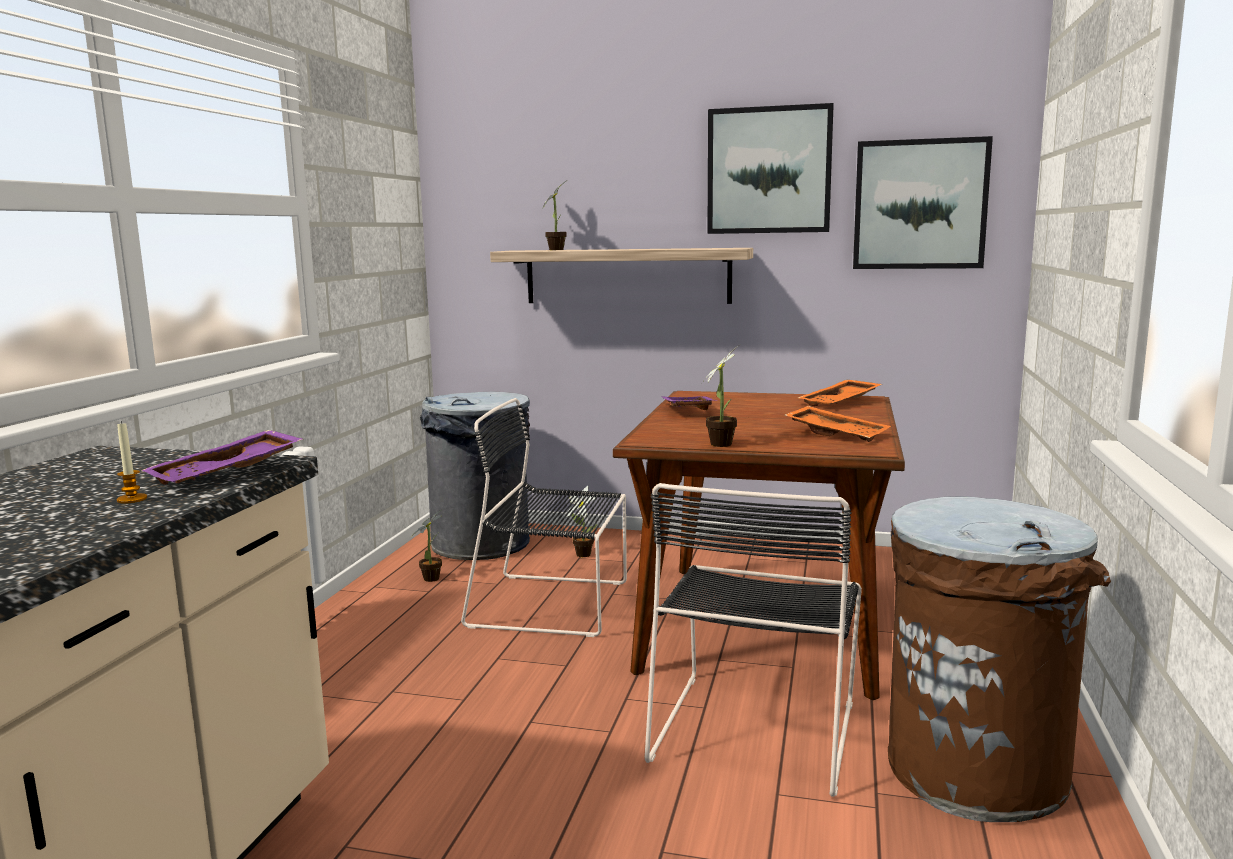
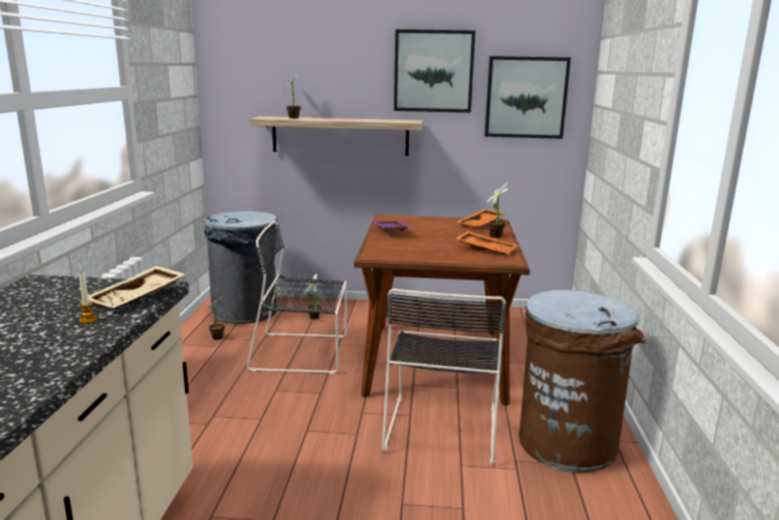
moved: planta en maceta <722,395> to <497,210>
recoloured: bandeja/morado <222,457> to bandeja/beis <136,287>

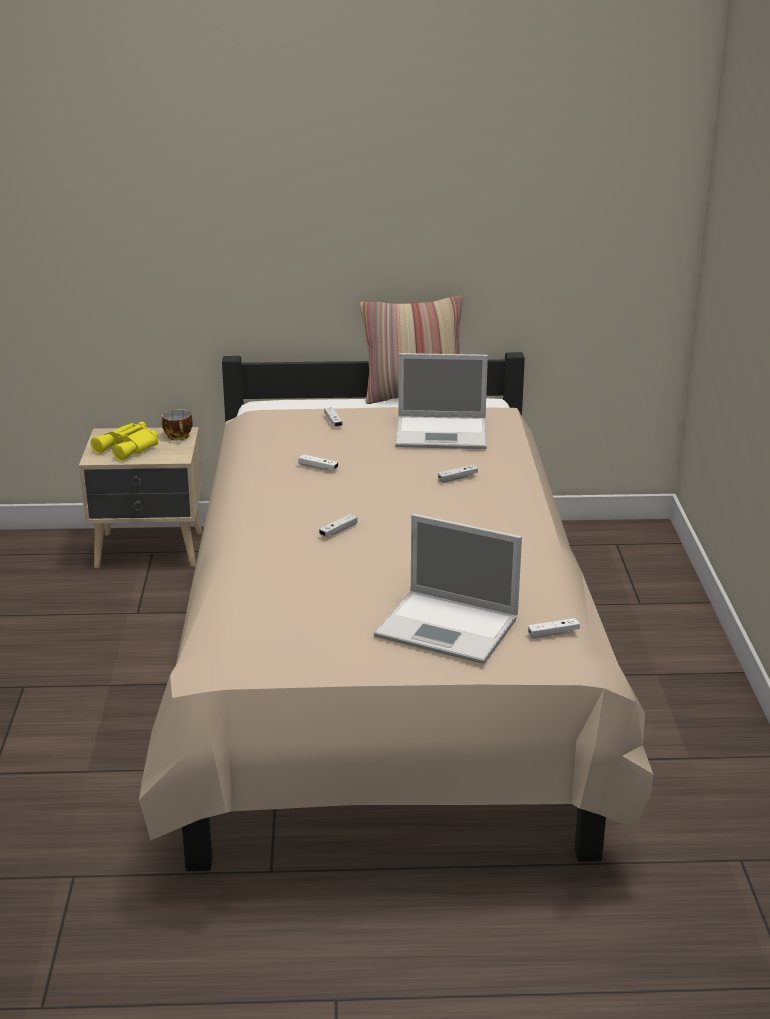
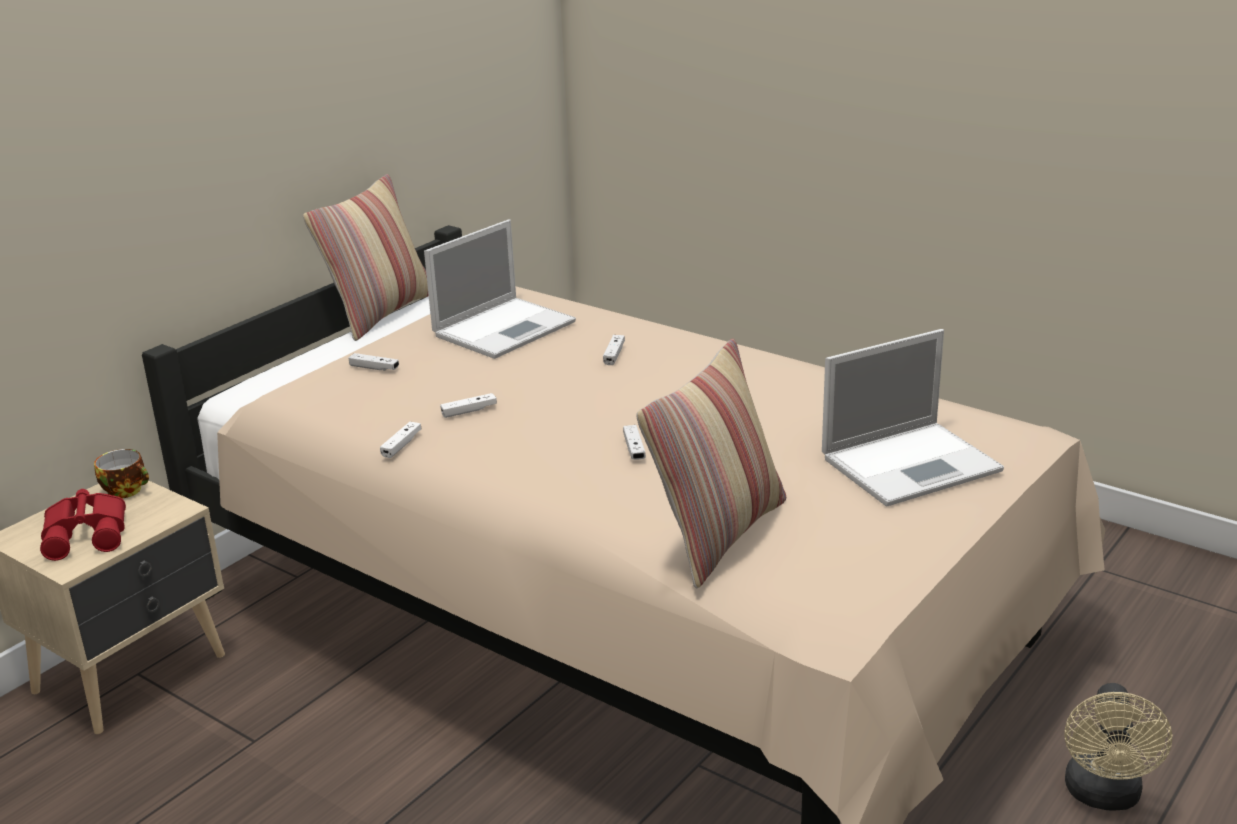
added: cojín <711,464>; ventilador/beis <1118,747>
moved: mando de consola/blanco <554,628> to <400,440>
recoloured: prismáticos/amarillo <124,441> to prismáticos/rojo <83,525>

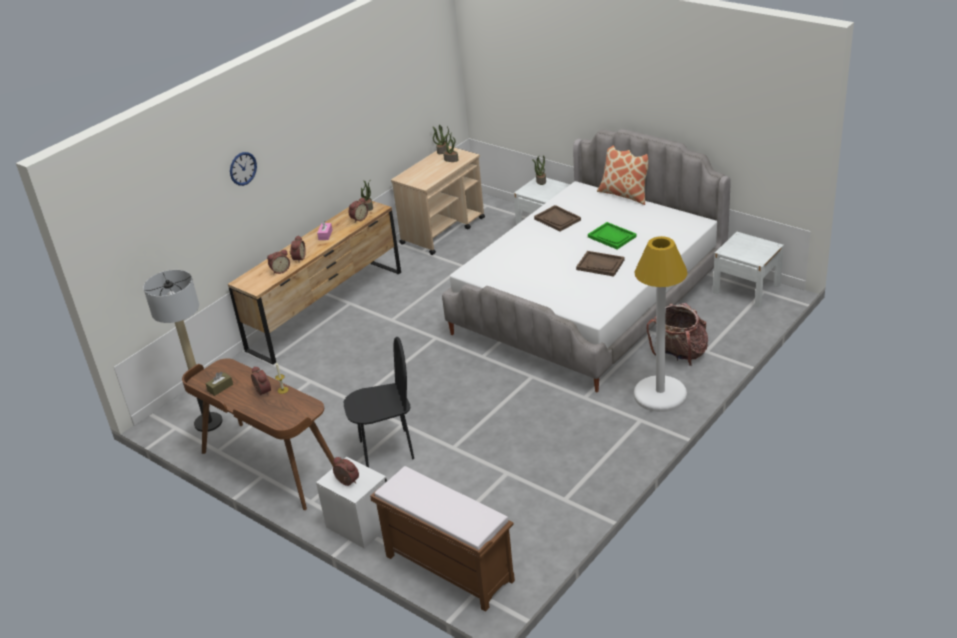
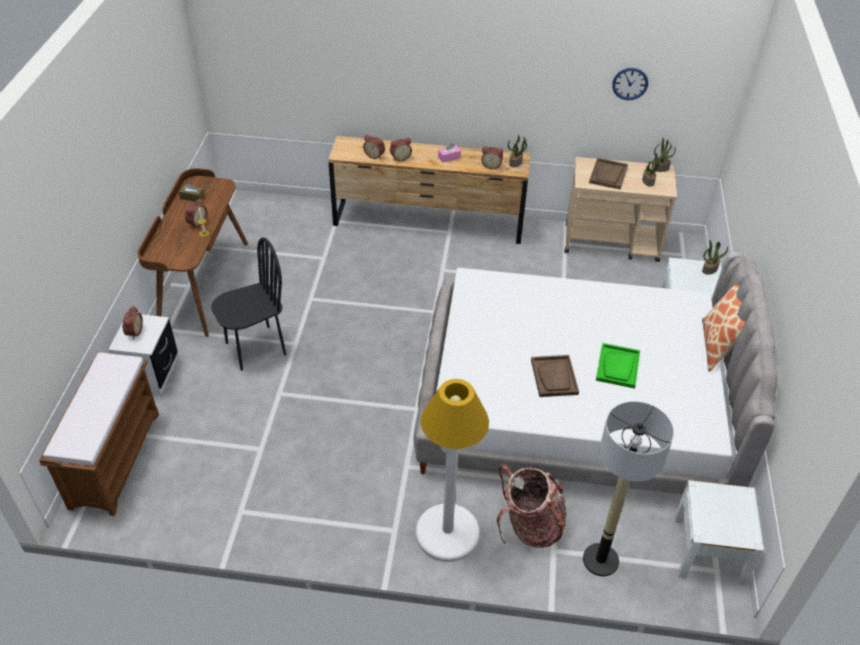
moved: lámpara de pie <183,351> to <628,488>; reloj de pared <243,169> to <630,84>; bandeja/marrón <557,218> to <608,173>
turned: silla/negro <379,402> = <248,304> 75 degrees counterclockwise

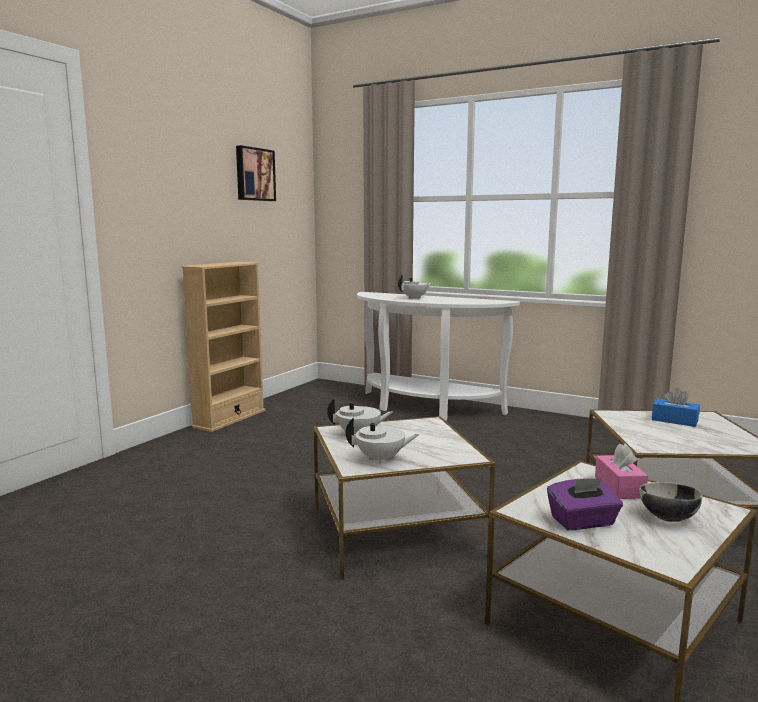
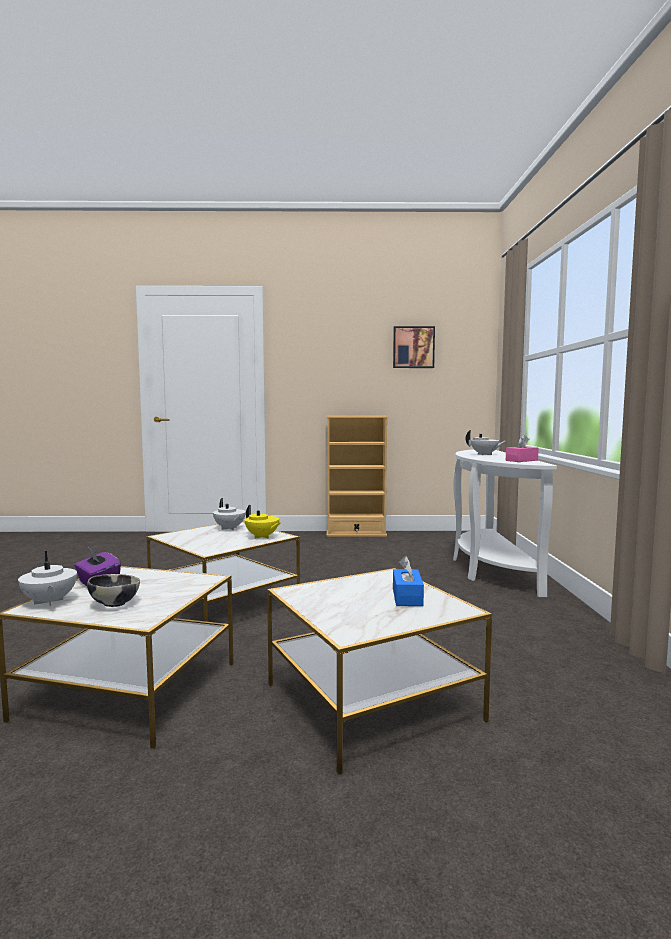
added: tetera/amarillo <262,522>
moved: tetera/blanco <382,440> to <47,578>; caja de pañuelos/rosa <621,471> to <522,448>

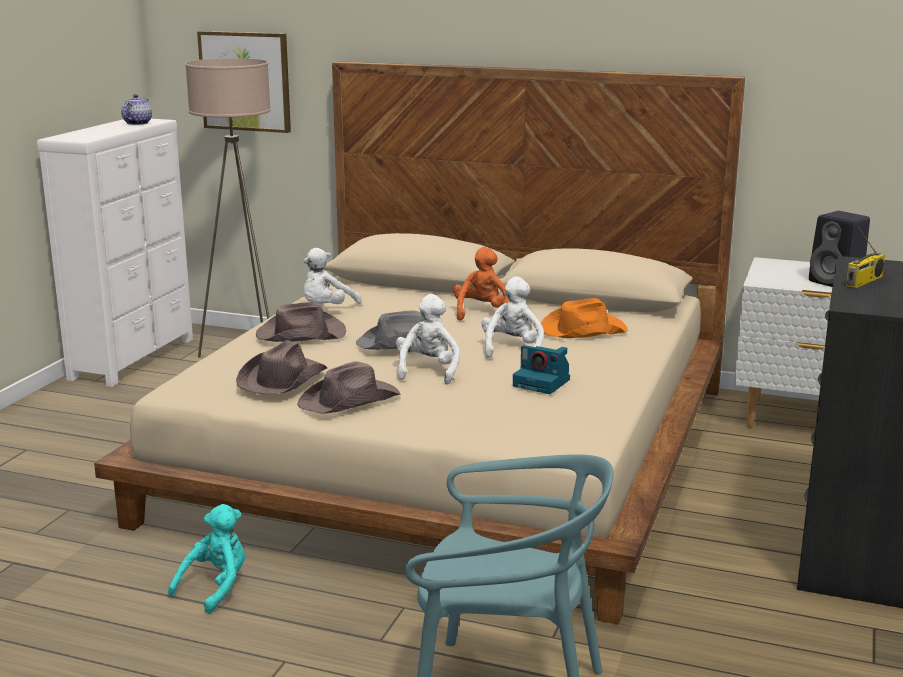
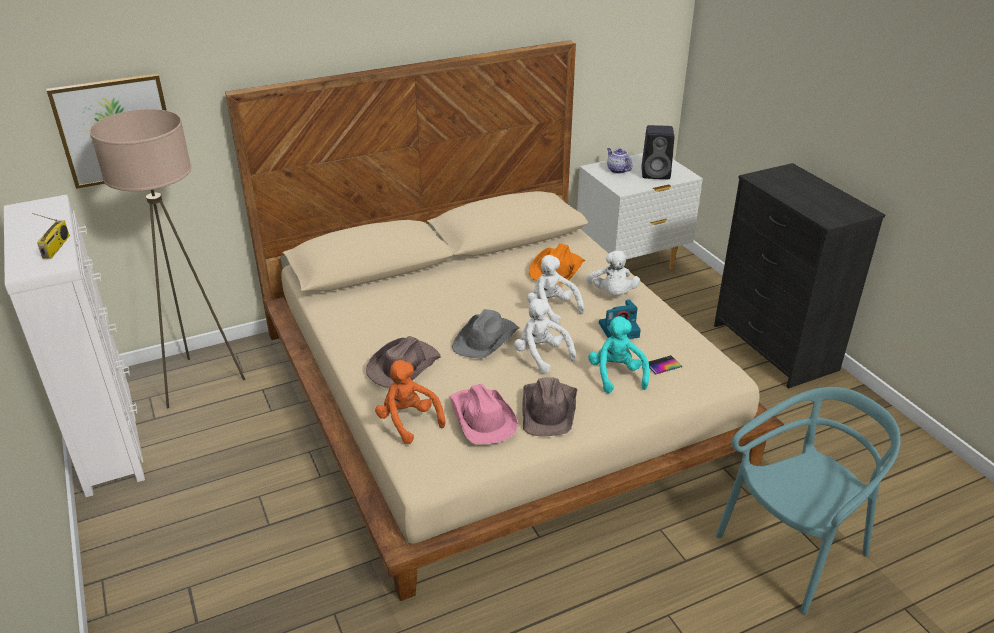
added: móvil <665,364>
moved: tetera <136,109> to <620,161>; peluche/turquesa <206,559> to <619,355>; peluche/blanco <332,276> to <613,272>; peluche/naranja <481,284> to <410,402>; radio <865,257> to <51,236>
recoloured: sombrero/marrón <281,367> to sombrero/rosa <483,414>

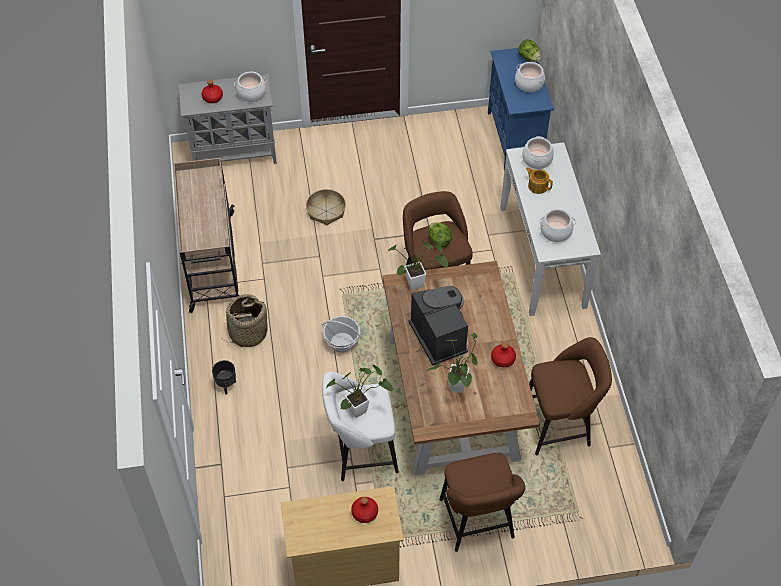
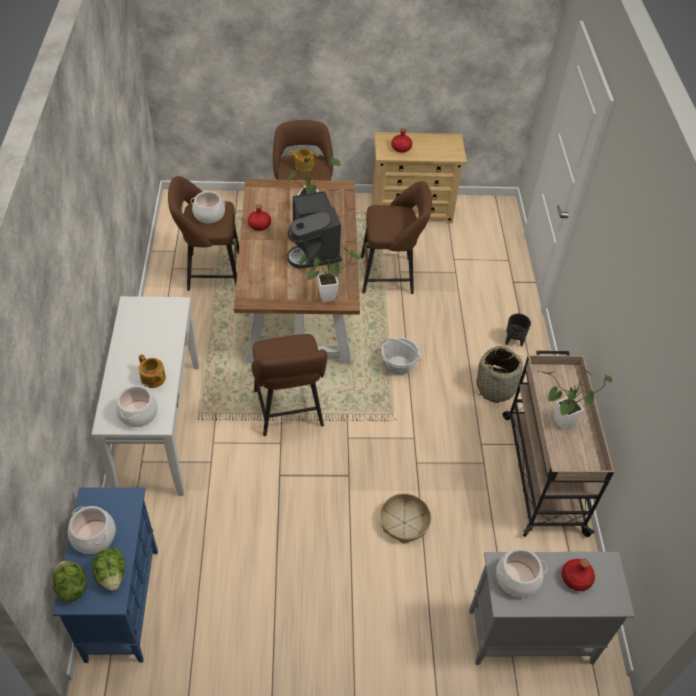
added: tetera <304,160>
moved: planta en maceta <359,391> to <574,399>; lechuga <440,235> to <108,569>; olla <558,225> to <208,207>
recoloured: taburete/blanco <360,426> to taburete/marrón <396,237>

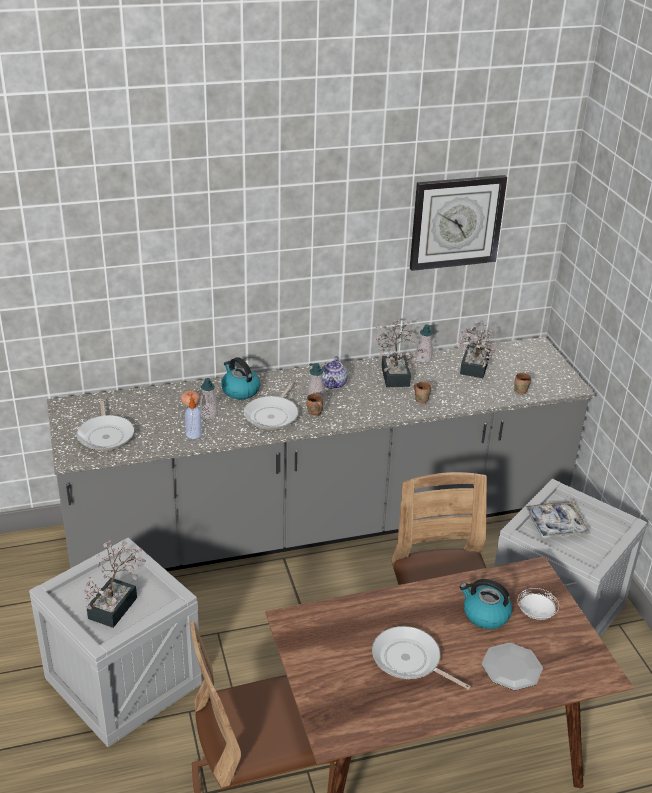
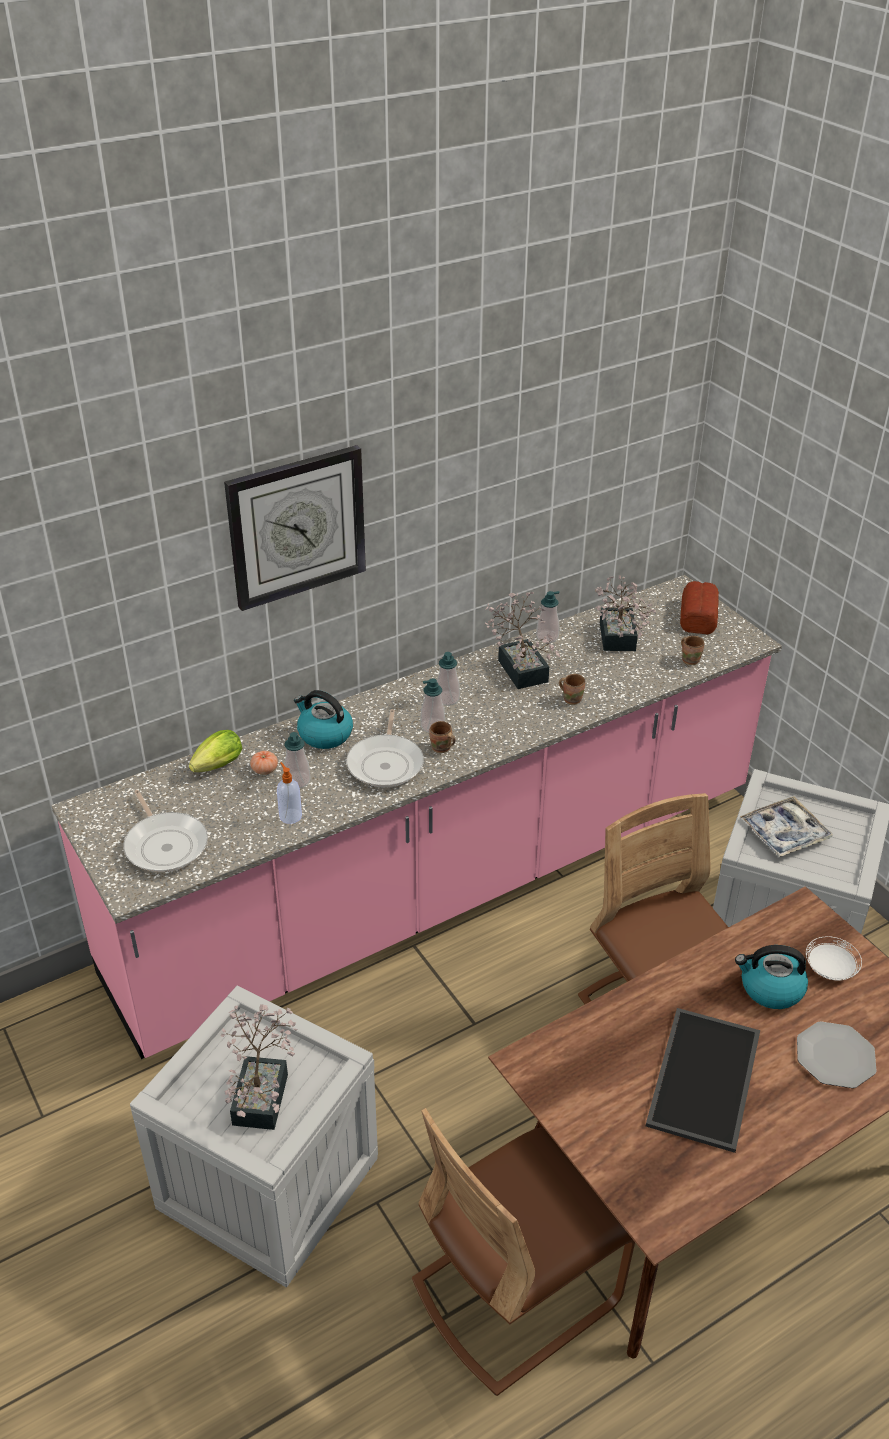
added: lechuga <215,751>; pan <699,608>
moved: reloj de pared <458,223> to <295,528>
replaced: tetera <334,372> to dispensador de jabón <448,679>; sartén <421,658> to bandeja <703,1080>
recoloured: mueble bajo de cocina/gris <321,454> to mueble bajo de cocina/rosa <416,817>

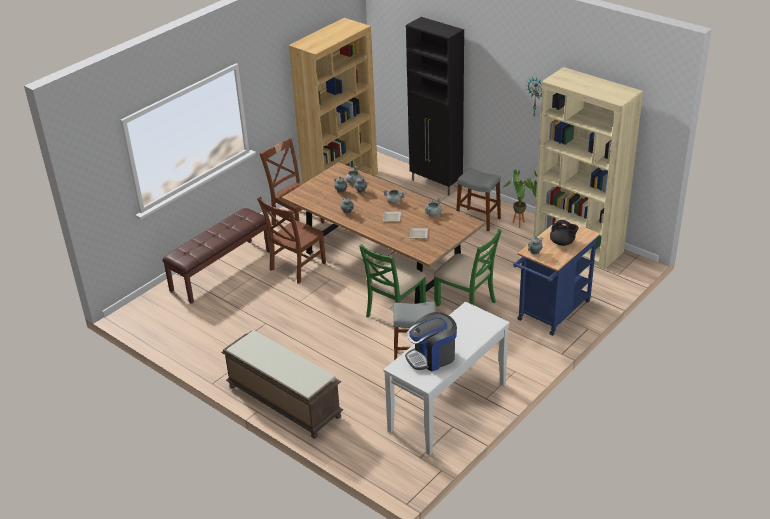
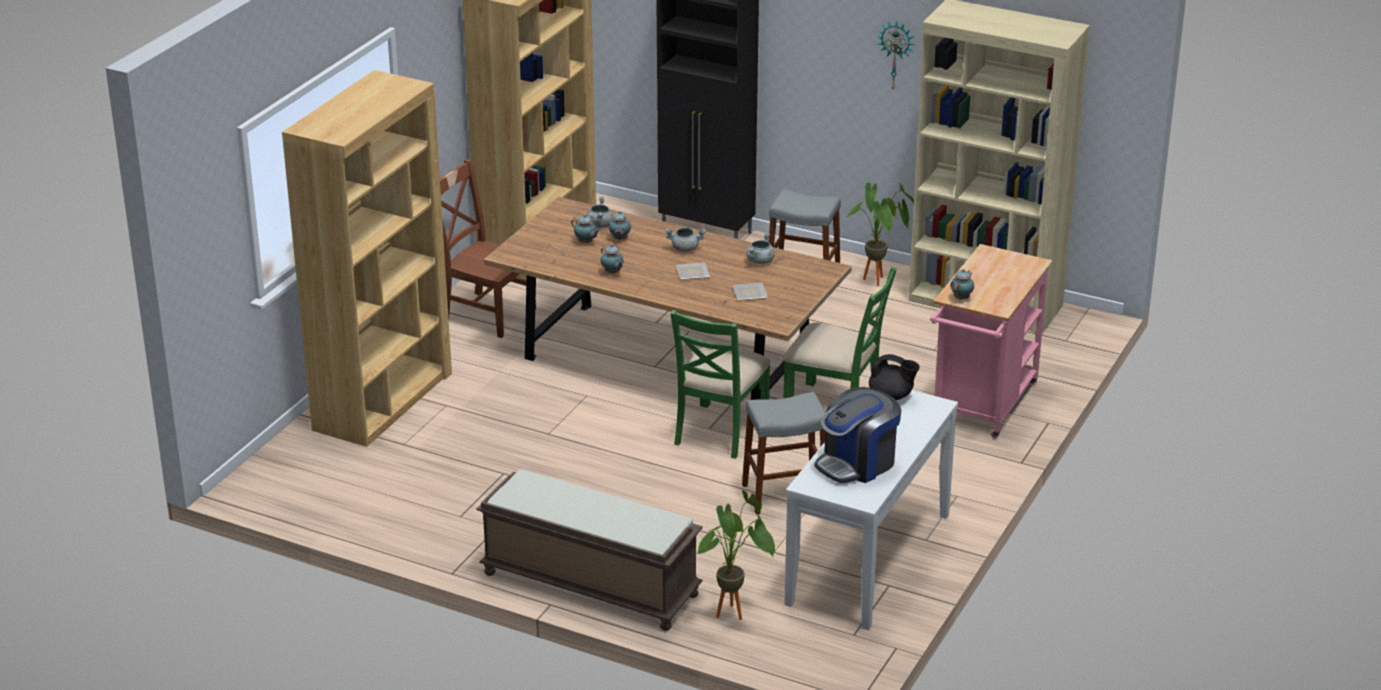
removed: silla/marrón <291,240>
added: planta en maceta <736,555>
moved: tetera/negro <564,233> to <894,377>
replaced: banco/marrón <216,256> to estantería/marrón <367,258>
recoloured: carrito/azul <556,277> to carrito/rosa <991,341>

